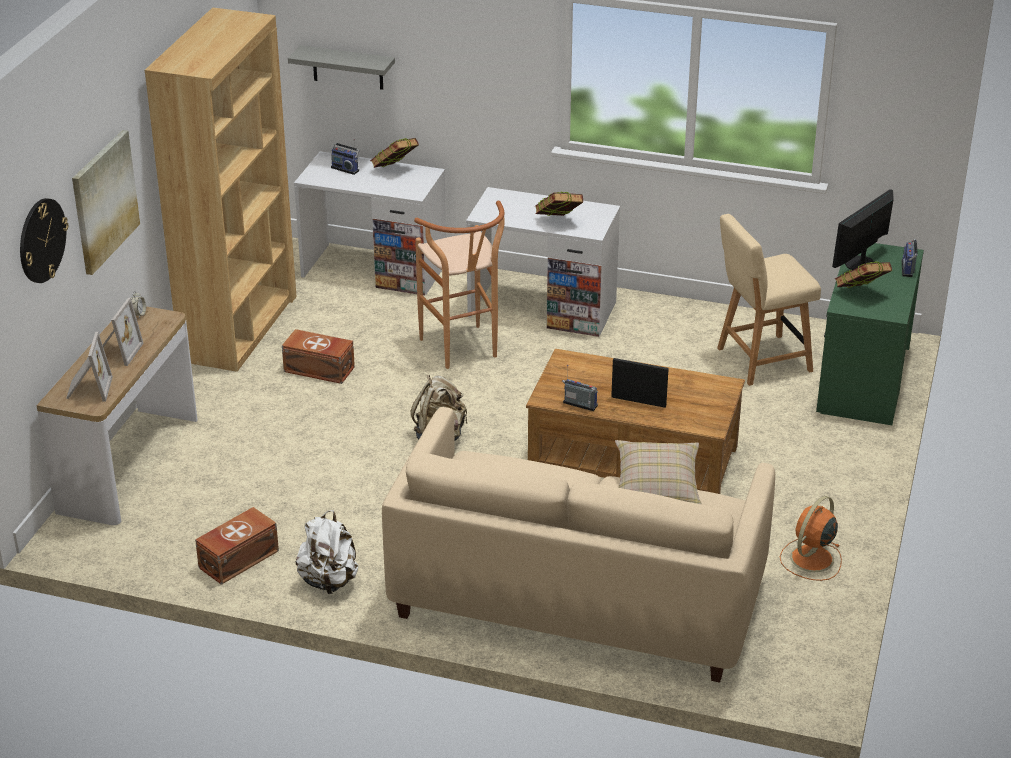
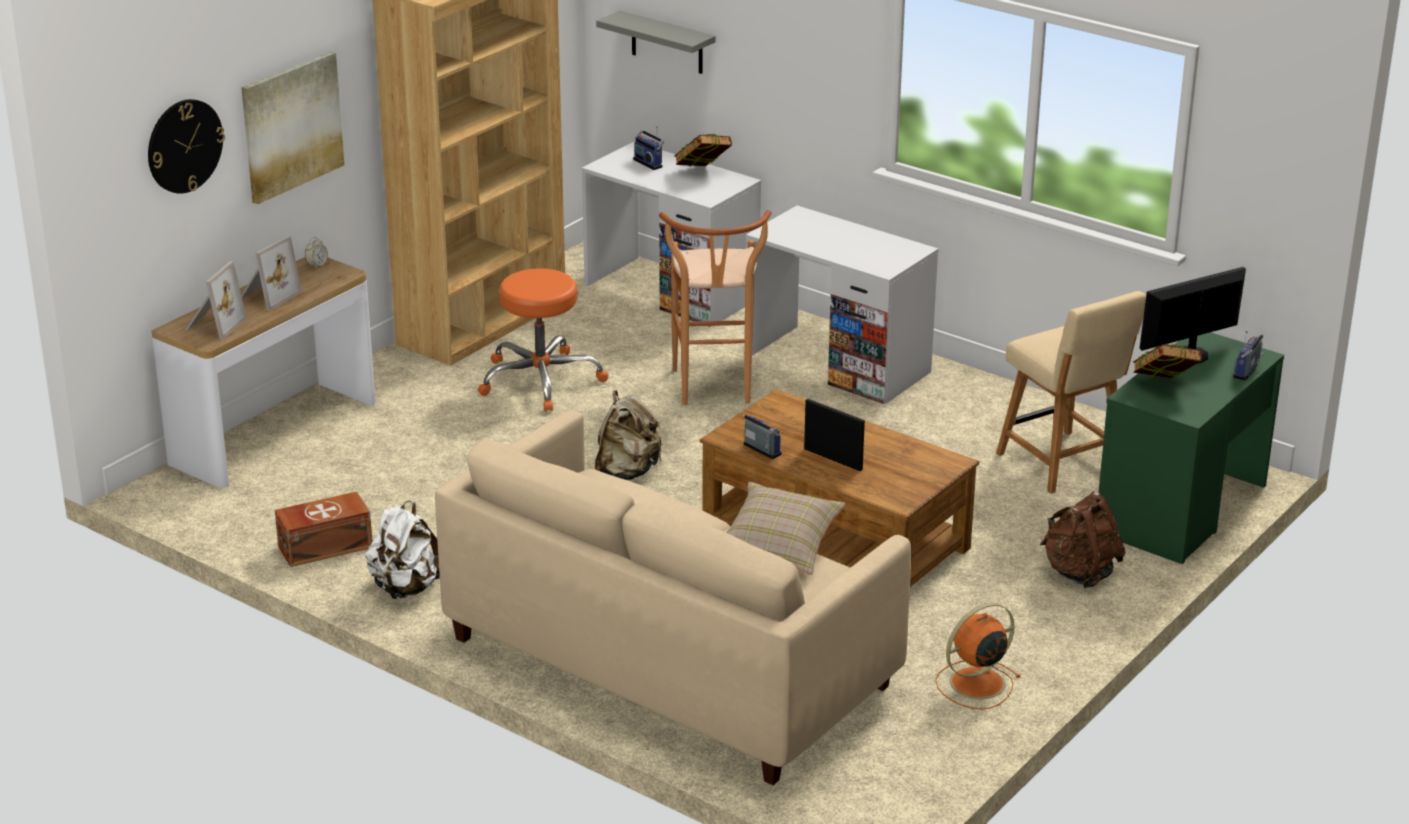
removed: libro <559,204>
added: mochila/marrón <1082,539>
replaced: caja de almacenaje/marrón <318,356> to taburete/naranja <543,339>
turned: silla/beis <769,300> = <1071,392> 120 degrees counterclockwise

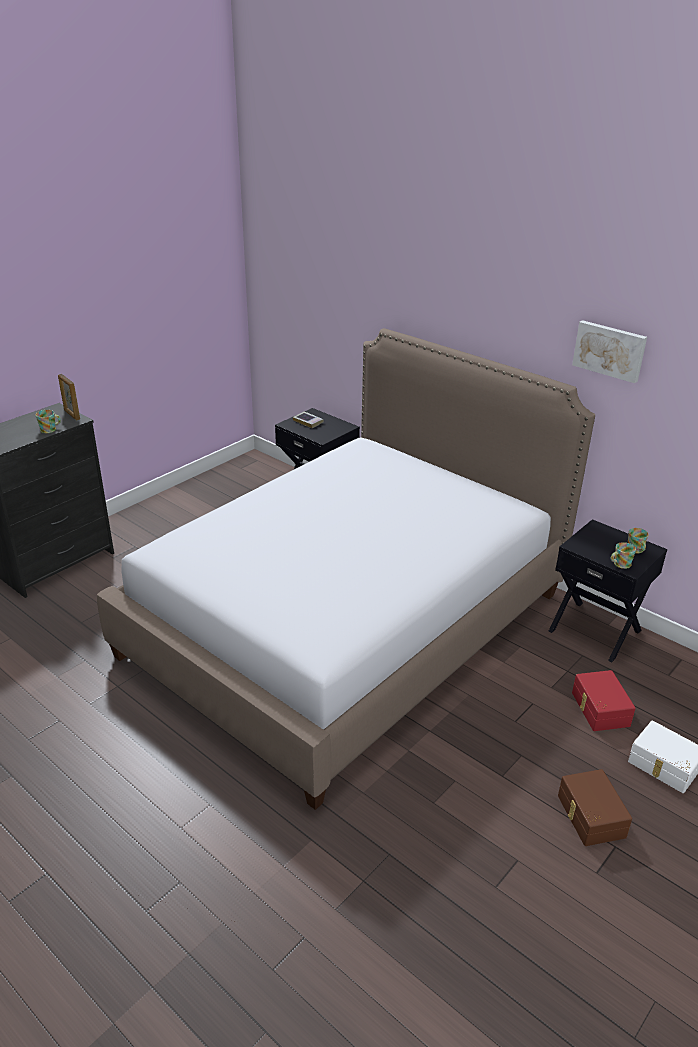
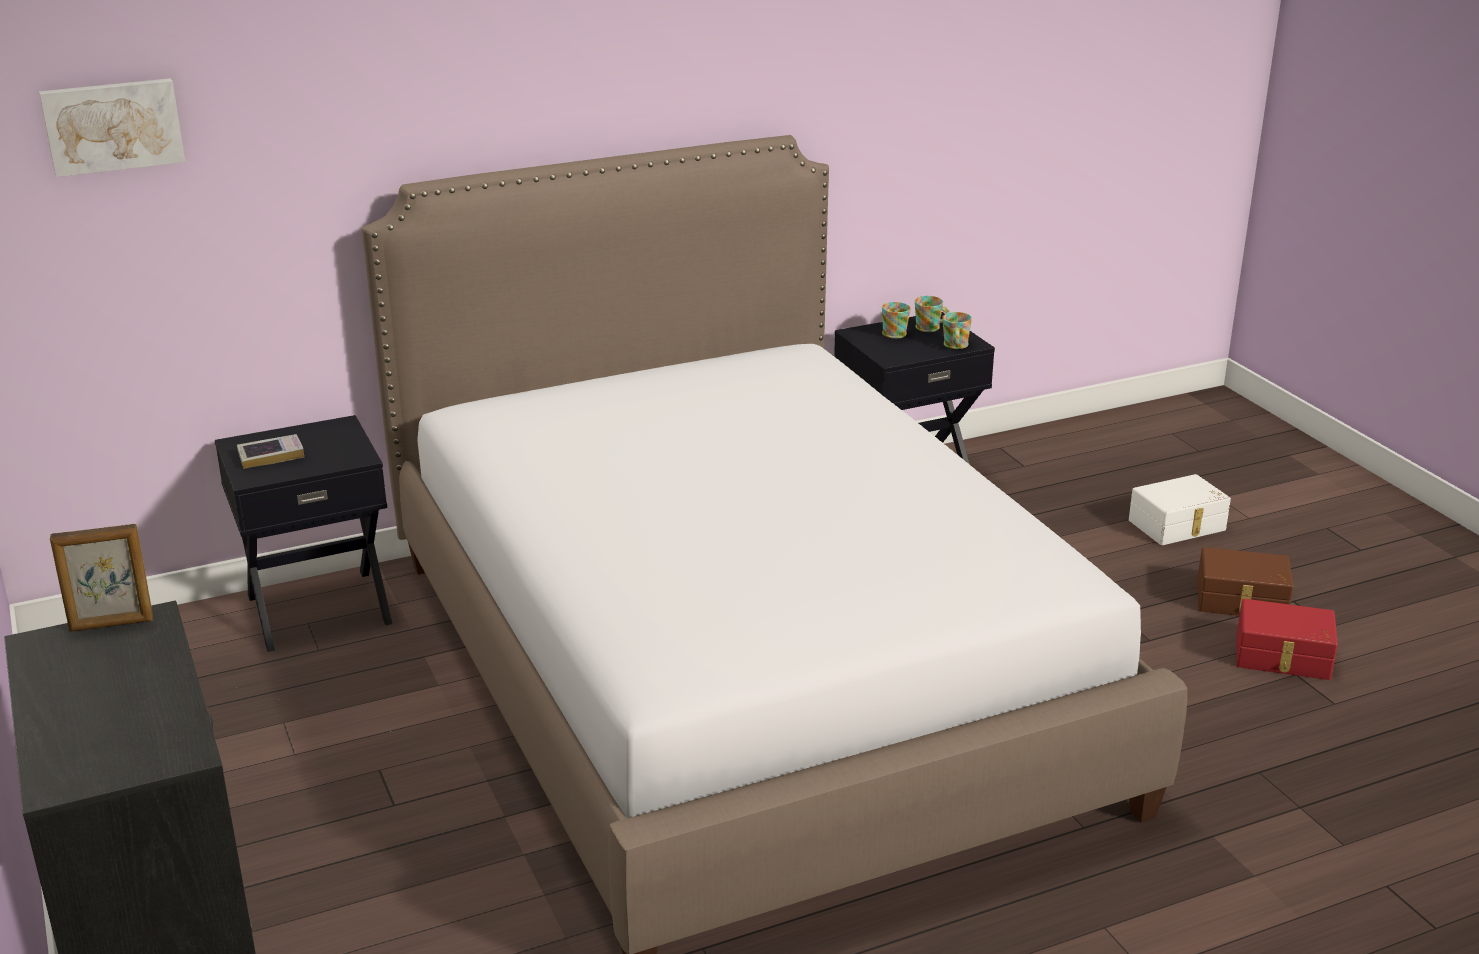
moved: taza grande <48,421> to <896,320>; cuadro <609,351> to <112,127>; caja de almacenaje/rojo <604,700> to <1287,639>

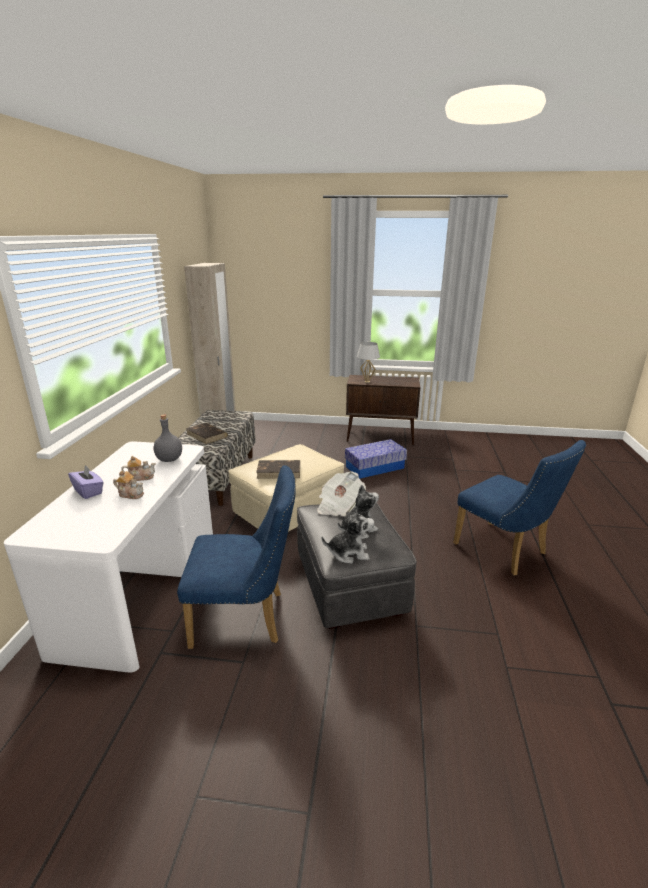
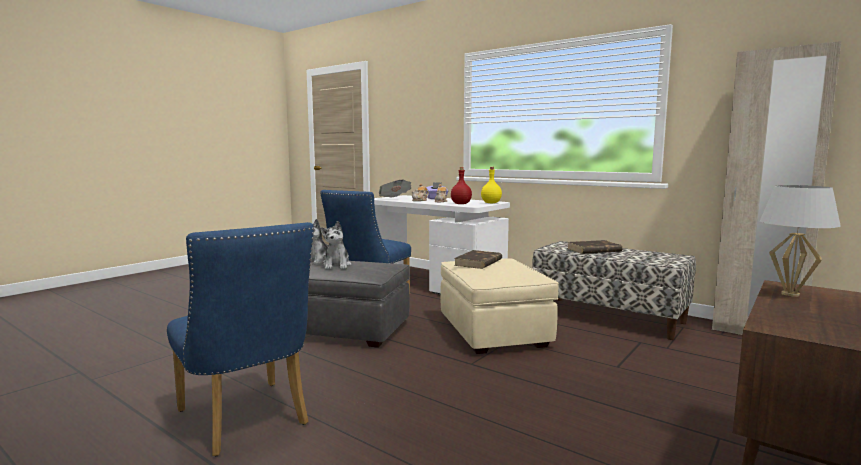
removed: caja de almacenaje <376,459>
added: botella/amarillo <491,185>
moved: periódico <341,494> to <395,188>
recoloured: botella/gris <168,438> to botella/rojo <461,185>
turned: silla/azul <519,508> = <240,339> 120 degrees counterclockwise

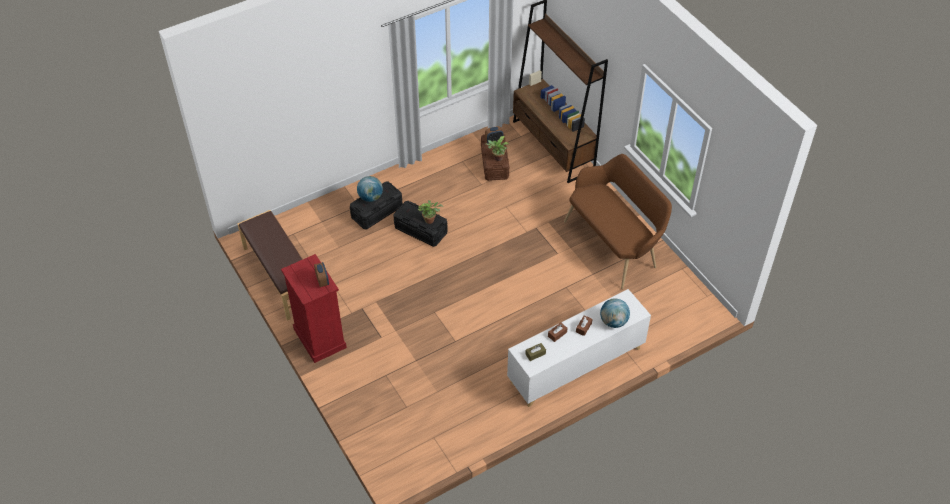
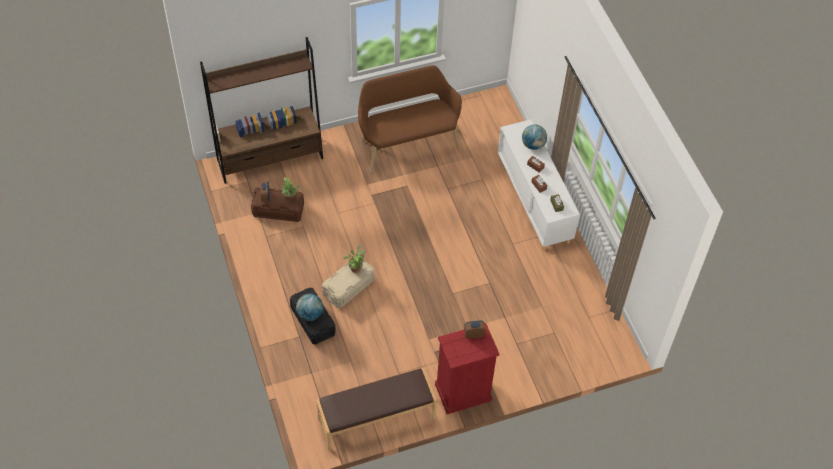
recoloured: caja de almacenaje/negro <420,224> to caja de almacenaje/beis <348,282>

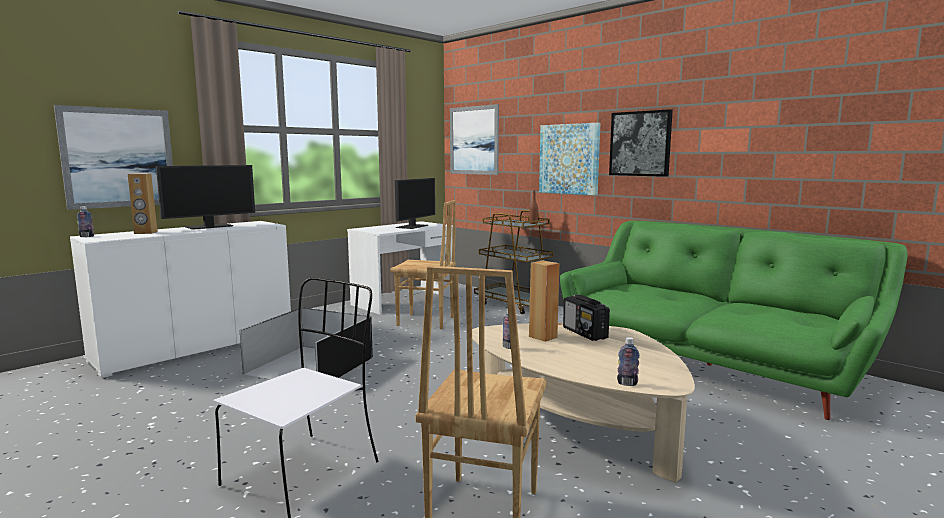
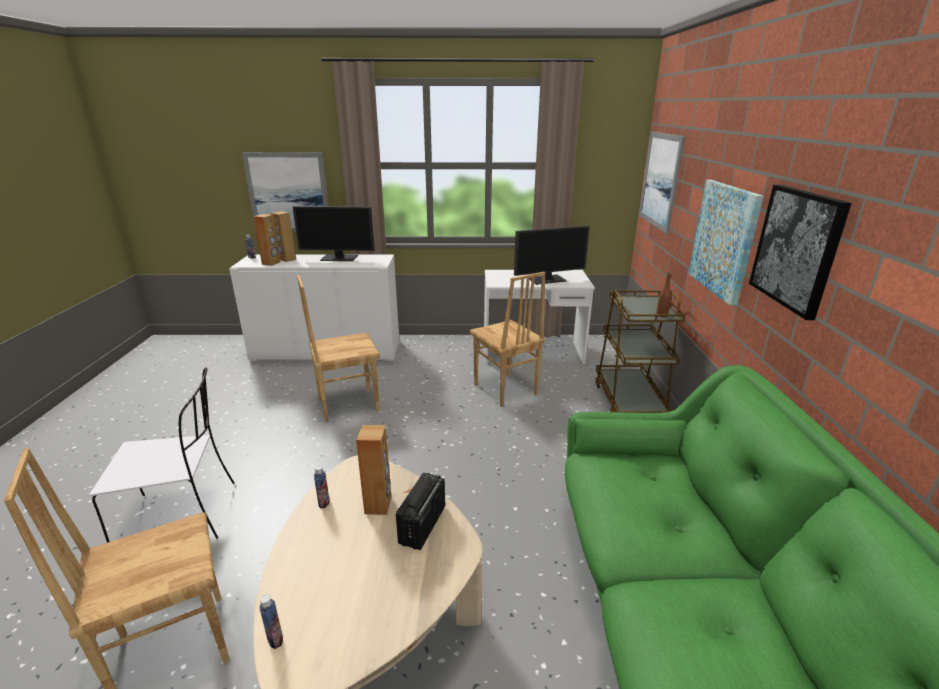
added: altavoz/marrón <266,240>
replaced: caja de almacenaje/negro <306,343> to silla/marrón <338,348>

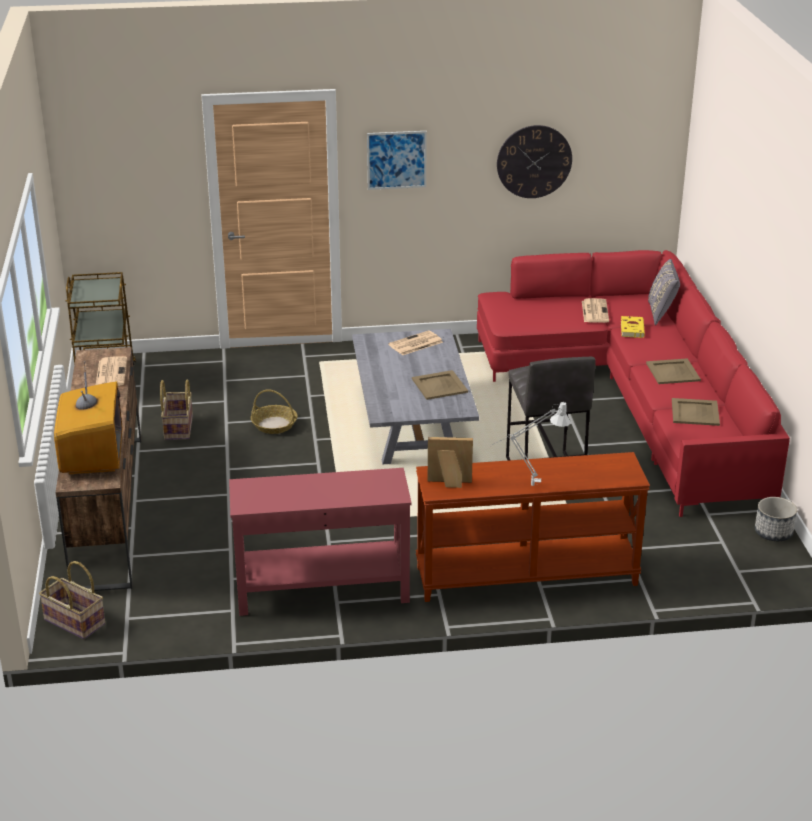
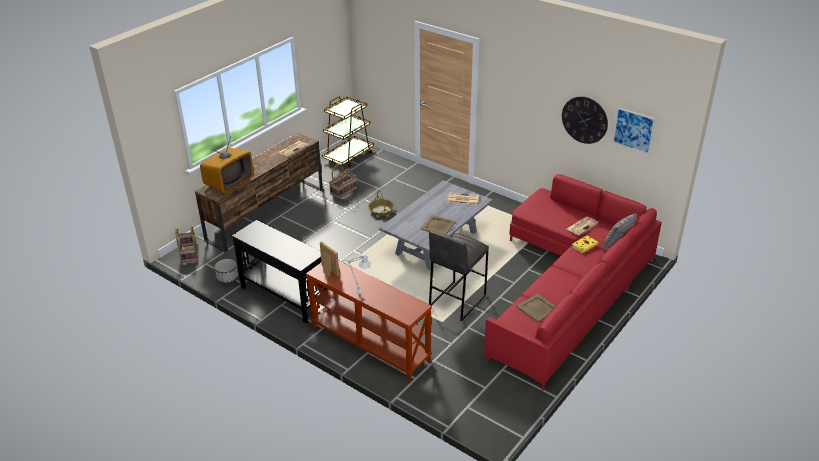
removed: bandeja/beis <673,371>
moved: cuadro <397,160> to <634,131>; maceta <776,519> to <226,271>
recoloured: mesa consola/rojo <320,542> to mesa consola/negro <279,272>

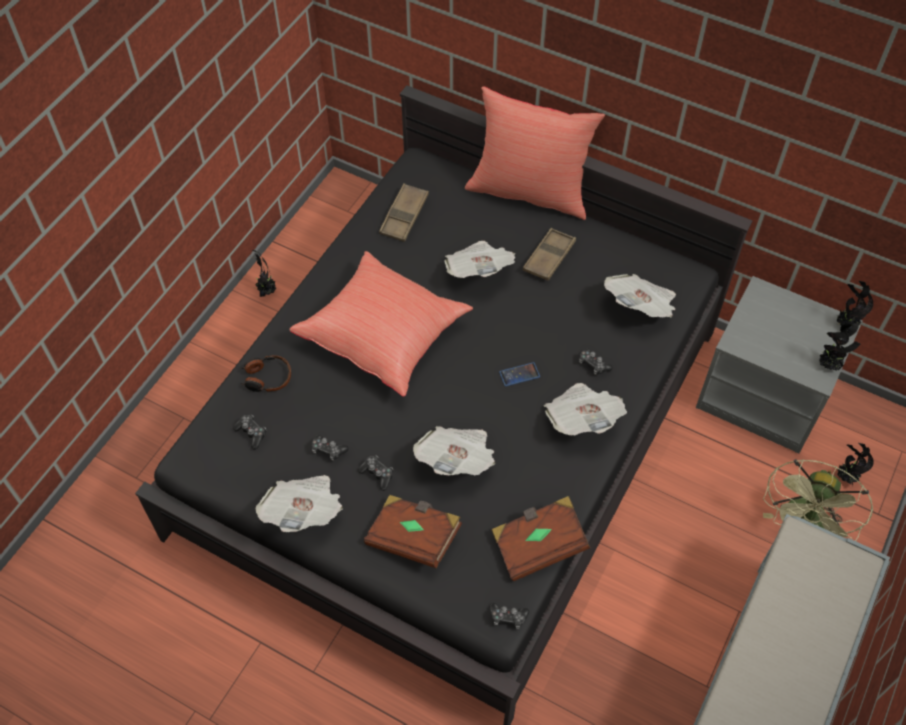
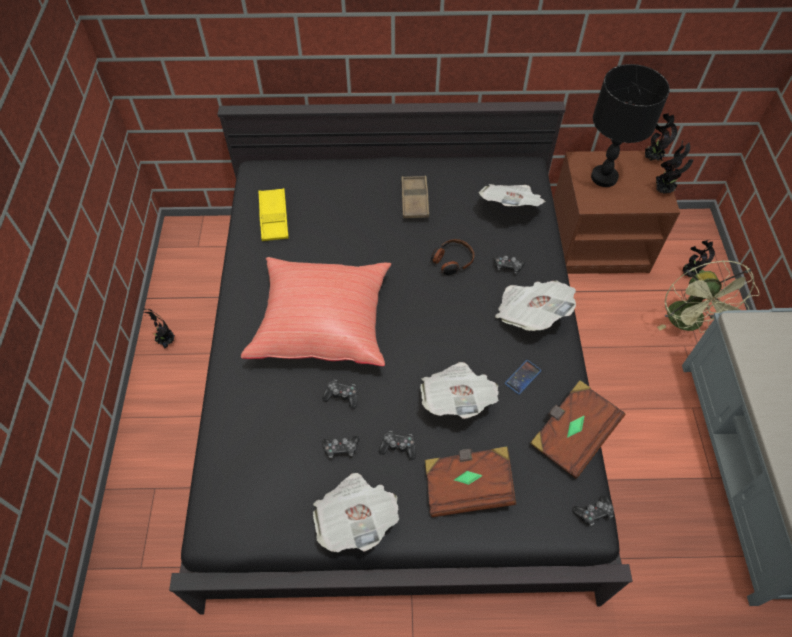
removed: periódico <479,259>; cojín/rojo <535,153>
added: lámpara de mesa/negro <630,125>
moved: mando de consola <249,432> to <339,394>; auriculares <265,374> to <452,257>; móvil <519,374> to <523,377>
recoloured: bandeja/marrón <404,212> to bandeja/amarillo <273,214>; mesita de noche/gris <779,365> to mesita de noche/marrón <616,212>

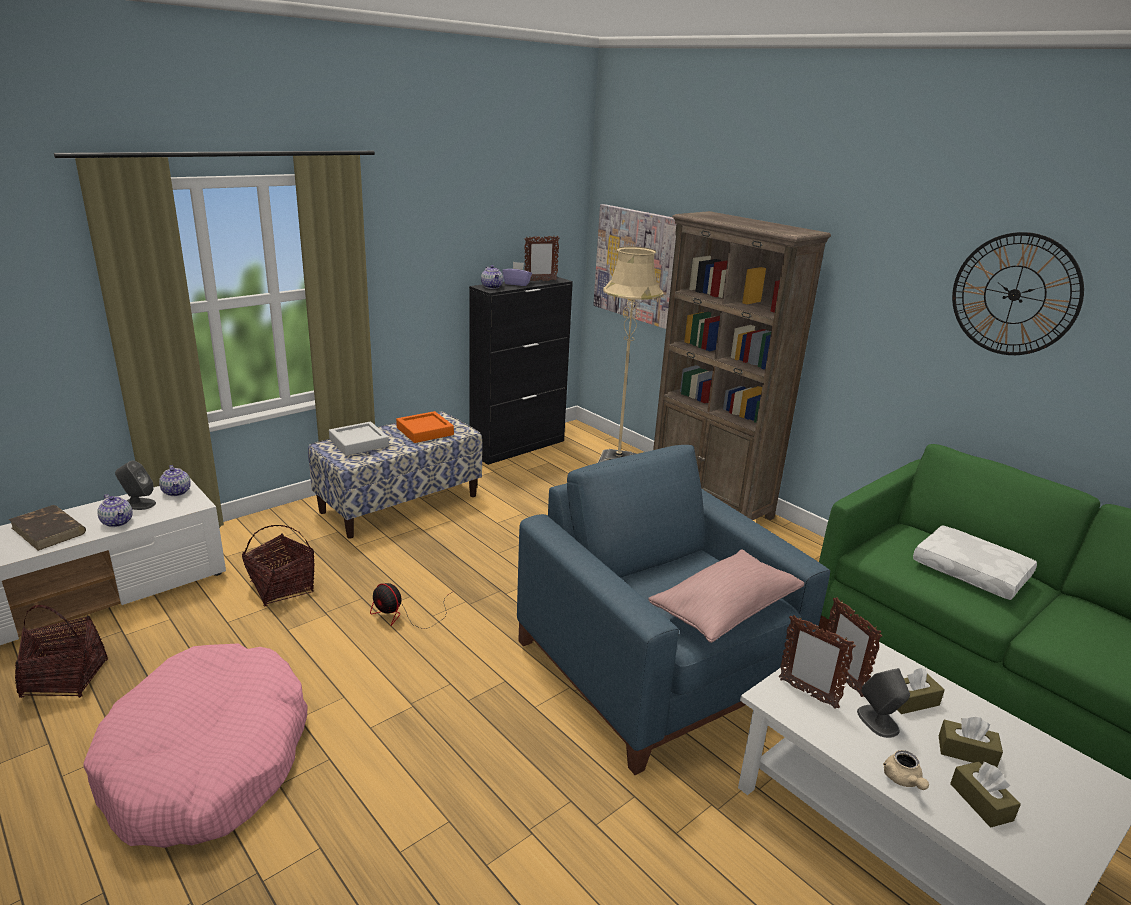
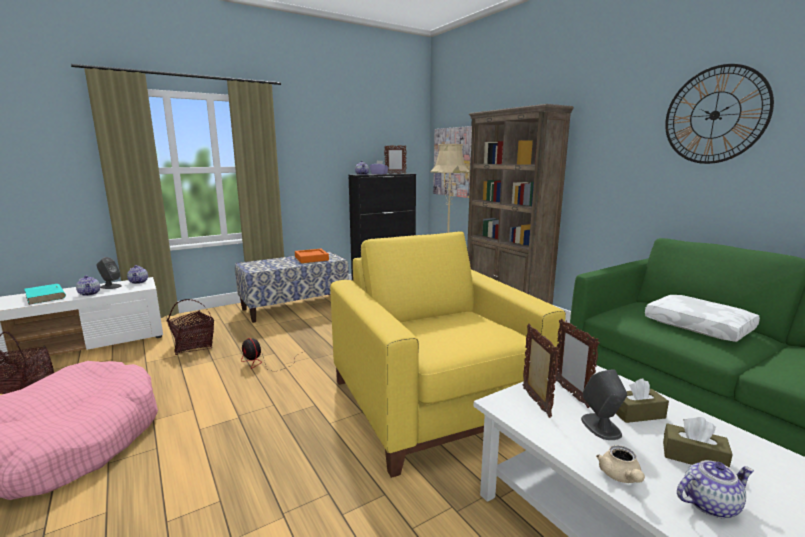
removed: bandeja/gris <359,439>; cojín/rosa <726,596>
replaced: caja de pañuelos/marrón <985,794> to tetera <715,489>
recoloured: libro/marrón <47,528> to libro/turquesa <45,294>; sillón/azul <673,610> to sillón/amarillo <448,354>
turned: portarretratos <817,662> = <541,370> 150 degrees counterclockwise

